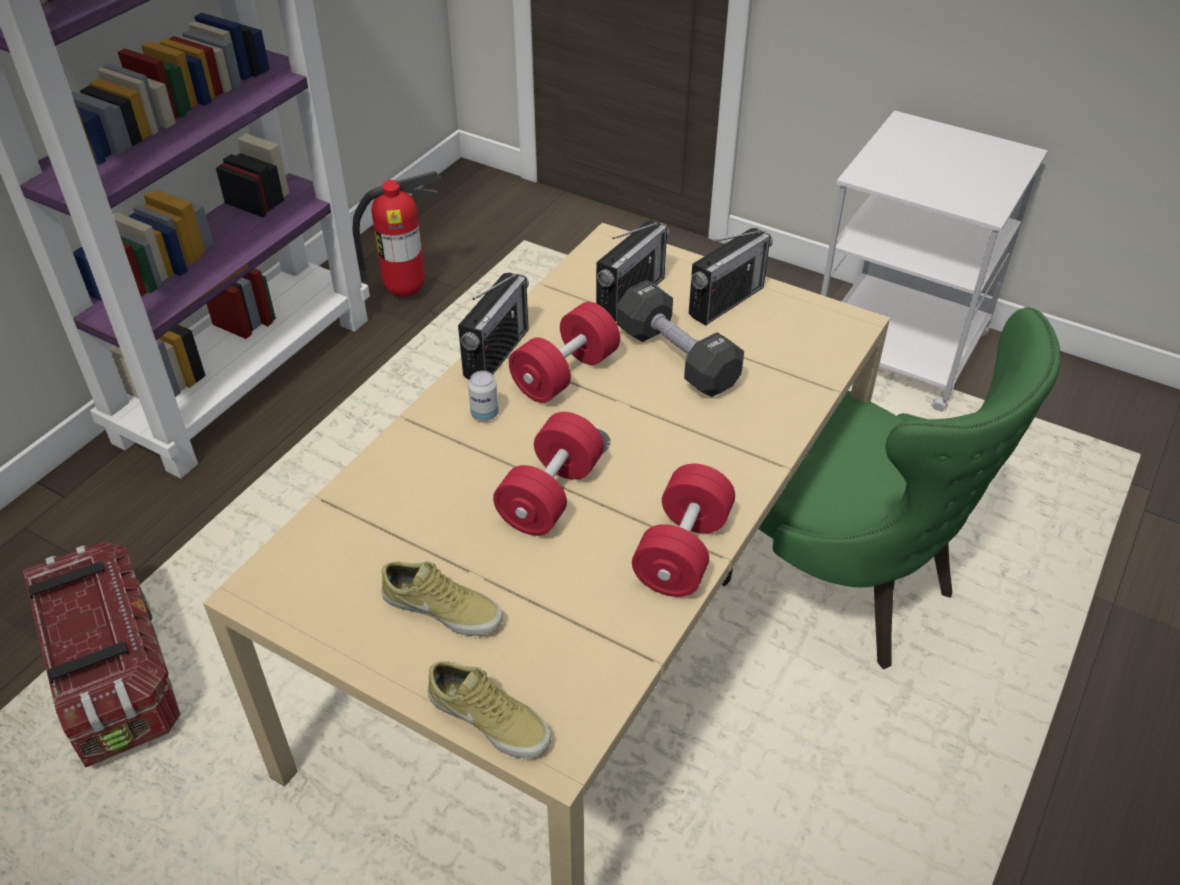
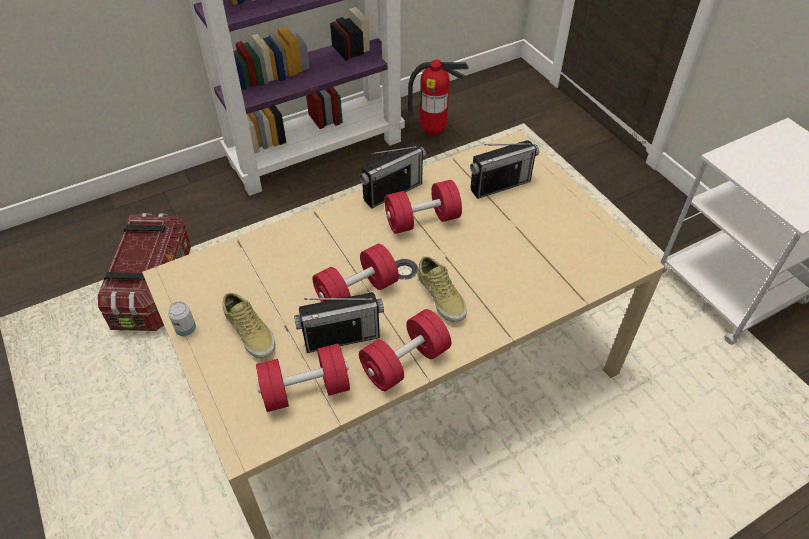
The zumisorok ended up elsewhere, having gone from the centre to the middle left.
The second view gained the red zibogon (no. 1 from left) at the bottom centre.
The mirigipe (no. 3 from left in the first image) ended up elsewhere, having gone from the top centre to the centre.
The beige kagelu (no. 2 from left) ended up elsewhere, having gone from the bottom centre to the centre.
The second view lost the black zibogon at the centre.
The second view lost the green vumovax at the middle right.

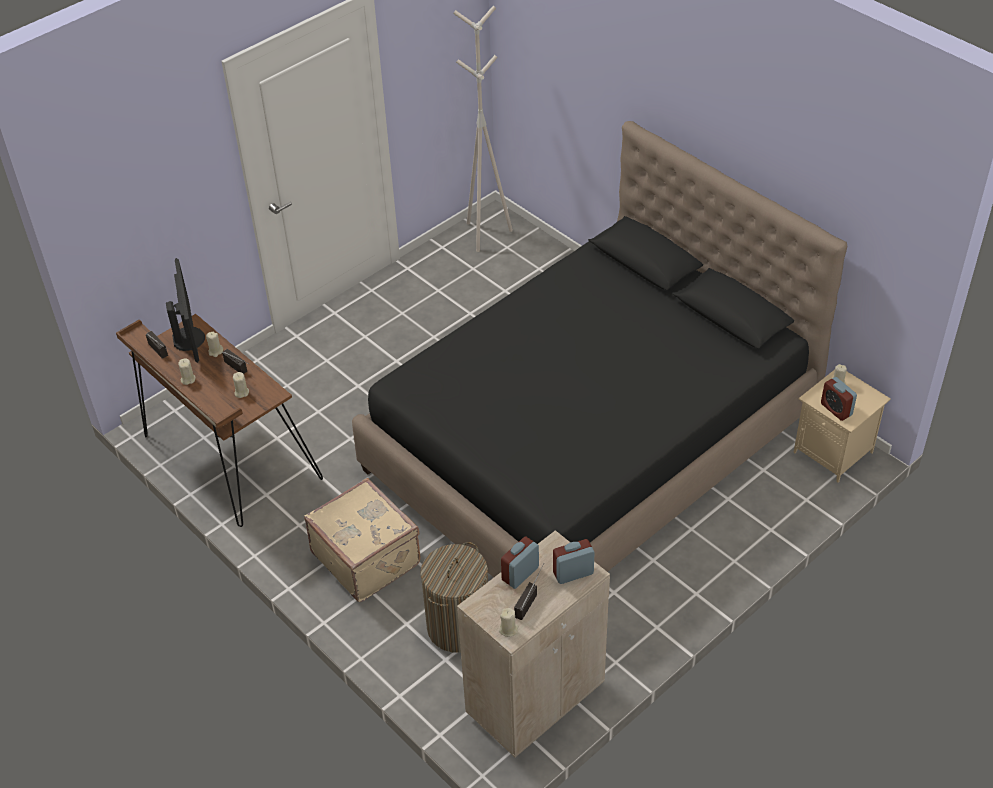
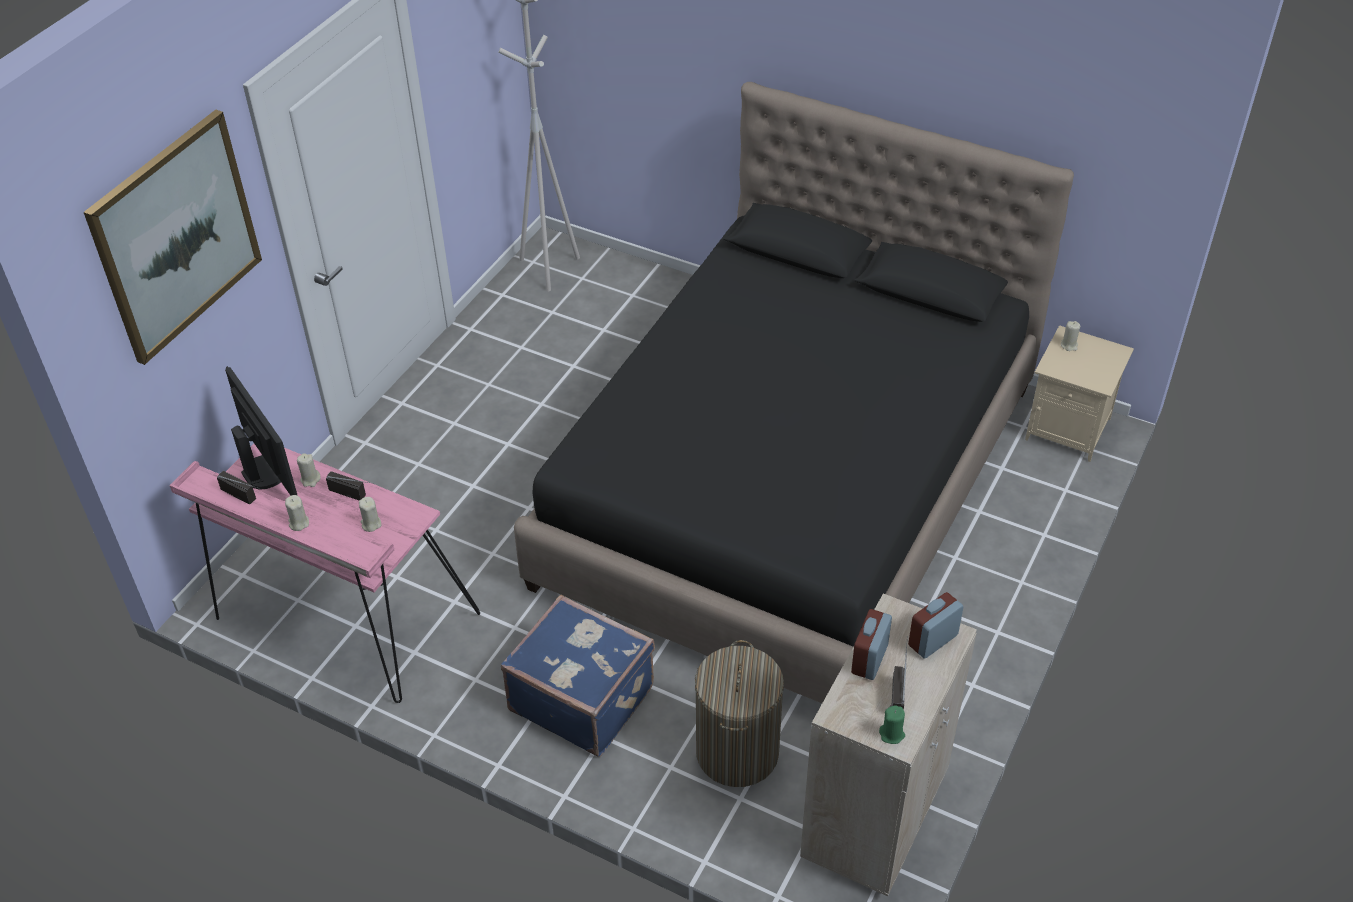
The second view gained the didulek at the top left.
What was the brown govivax at the middle left turned into the pink govivax at the middle left.
What was the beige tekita at the bottom centre turned into the blue tekita at the bottom centre.
What was the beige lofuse (no. 4 from left) at the bottom centre turned into the green lofuse at the bottom centre.
The second view lost the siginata (no. 3 from left) at the middle right.

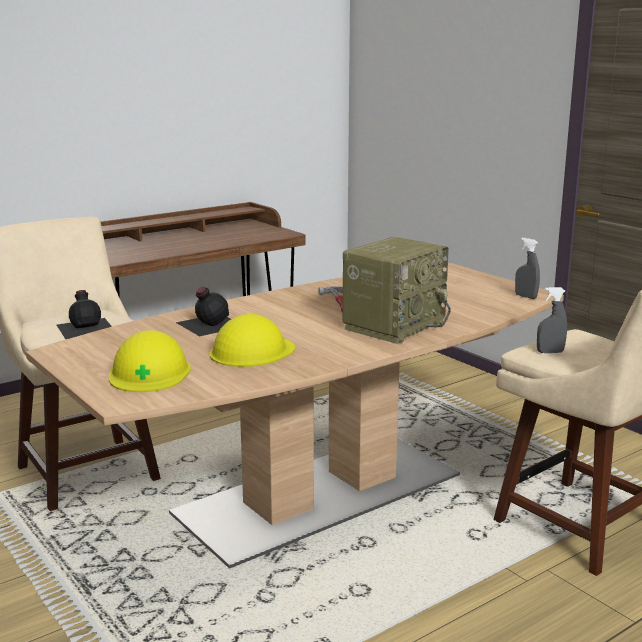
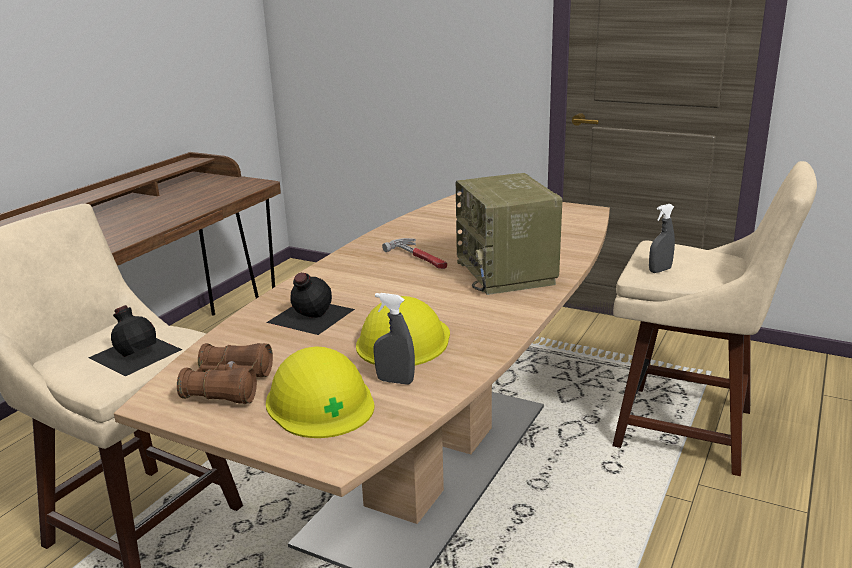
The second view gained the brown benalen at the middle left.
The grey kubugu (no. 1 from left) ended up elsewhere, having gone from the middle right to the centre.
The mirigipe at the centre ended up facing another way, 150 degrees clockwise from before.

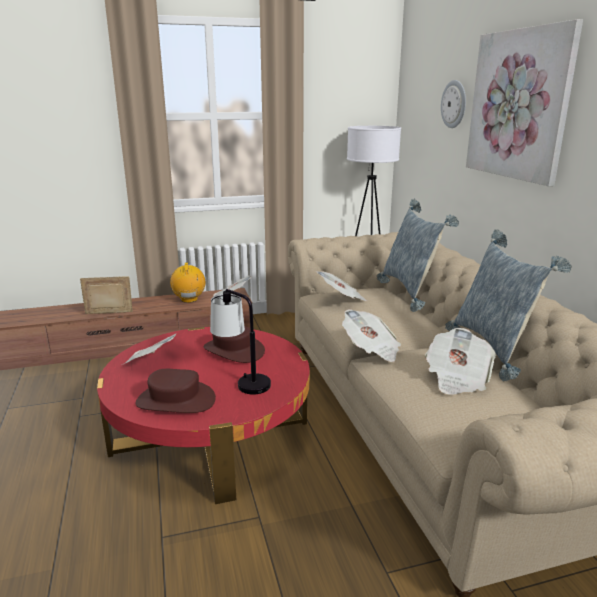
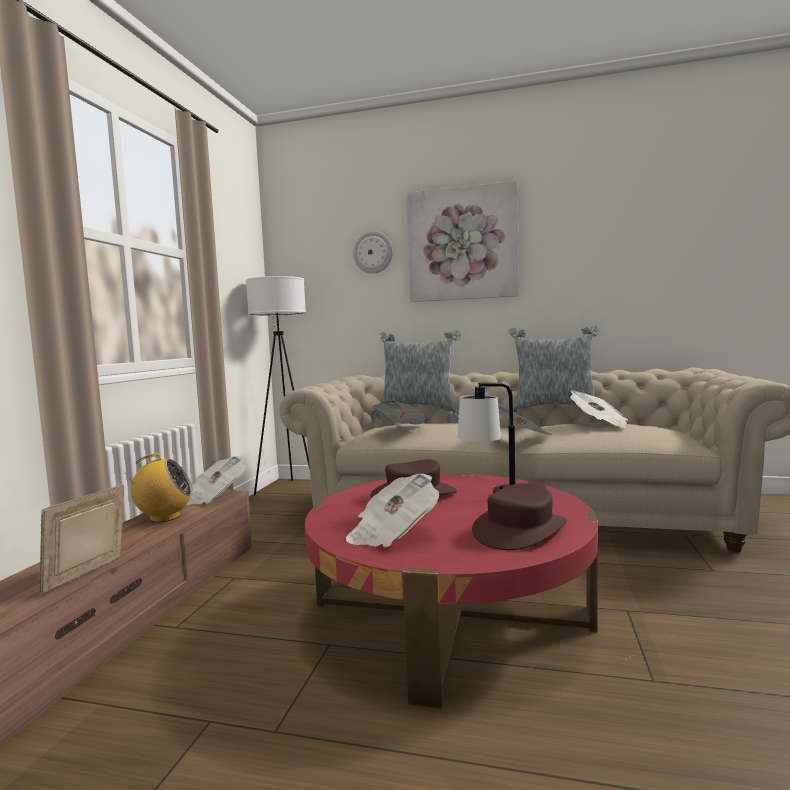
The mirigipe at the middle left ended up facing another way, 150 degrees clockwise from before.

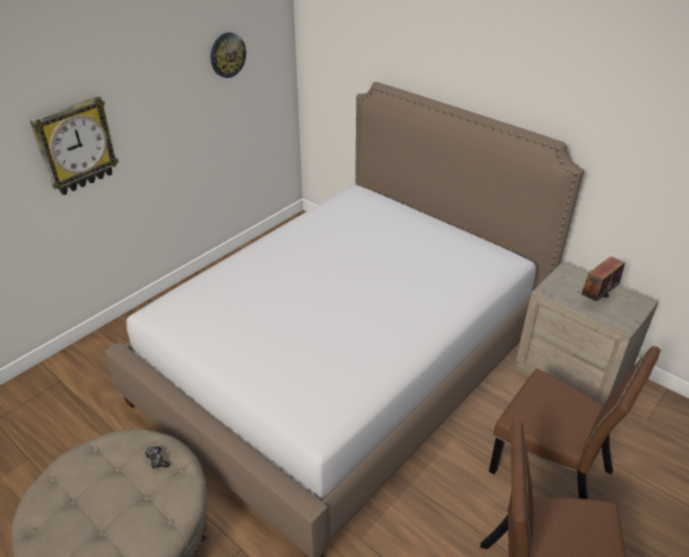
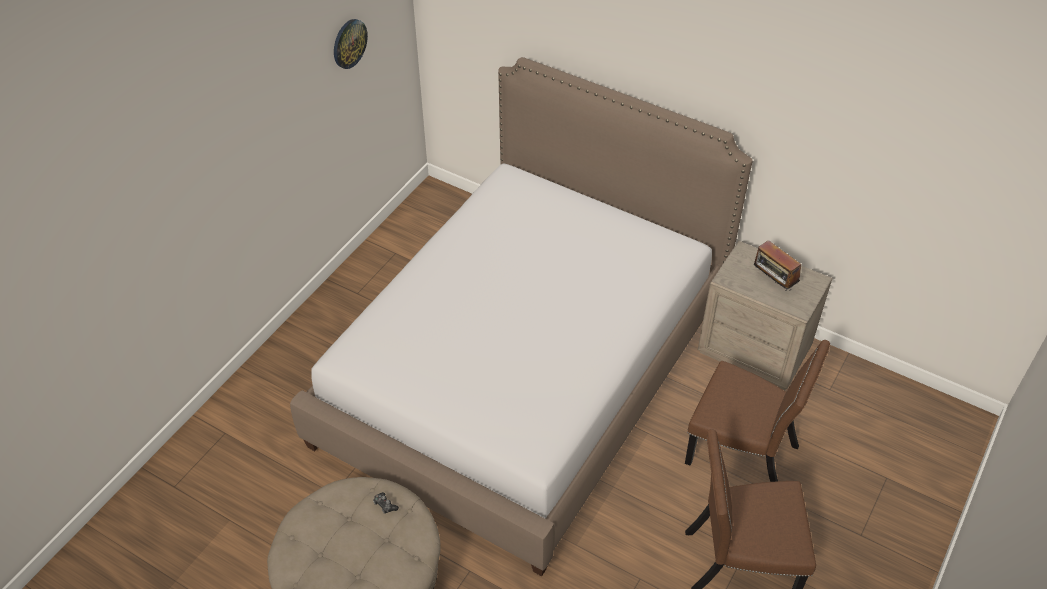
The mirigipe at the middle right ended up facing another way, 75 degrees counterclockwise from before.
The second view lost the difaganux (no. 1 from left) at the top left.

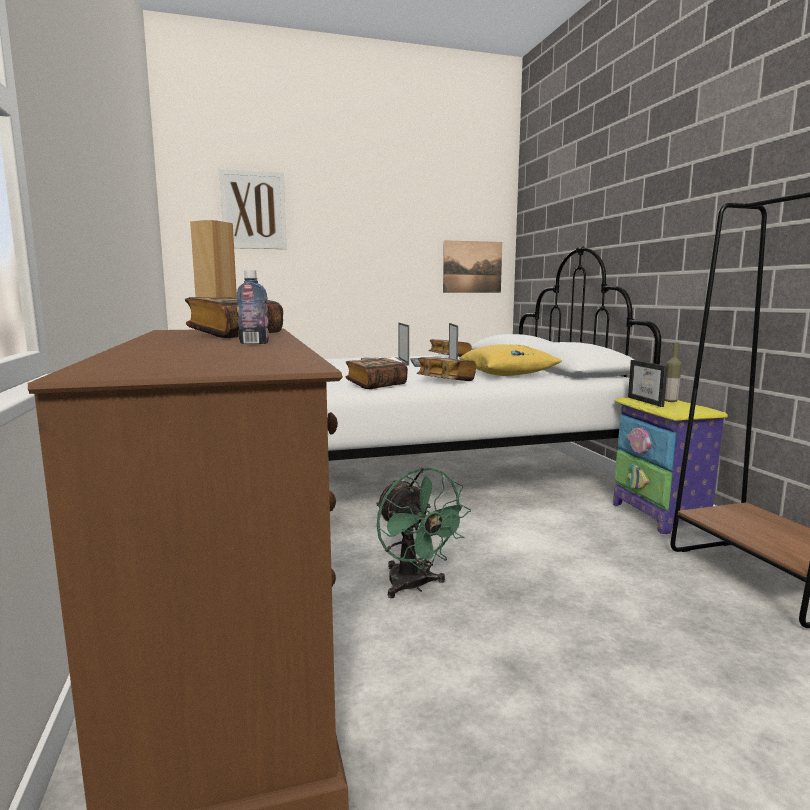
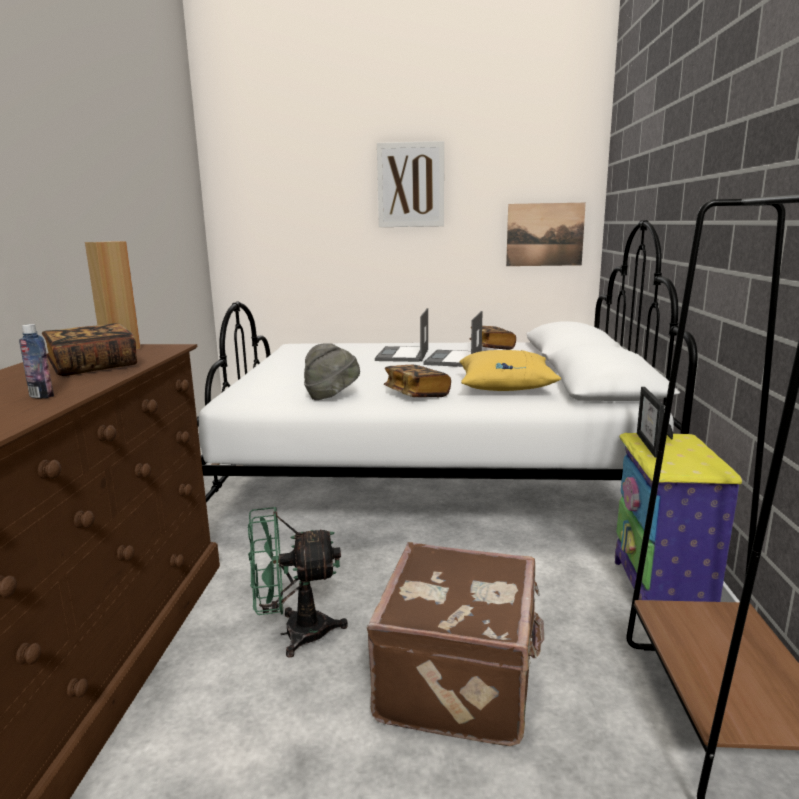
The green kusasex at the centre ended up facing another way, 90 degrees clockwise from before.
Where the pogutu (no. 2 from left) stood at the centre, the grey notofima came to stand at the centre.
The second view gained the brown tekita at the bottom centre.
The didulek (no. 1 from left) ended up elsewhere, having gone from the top left to the top centre.
The second view lost the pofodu (no. 2 from left) at the middle right.

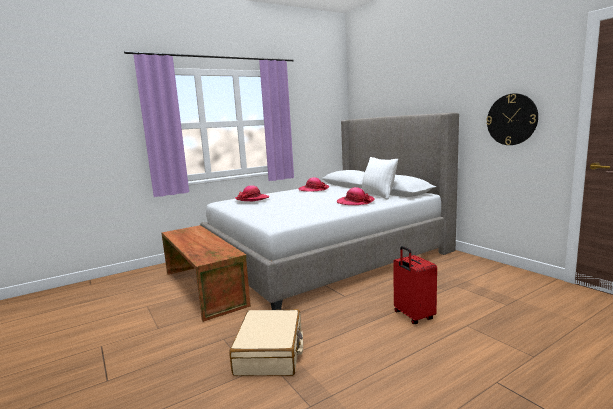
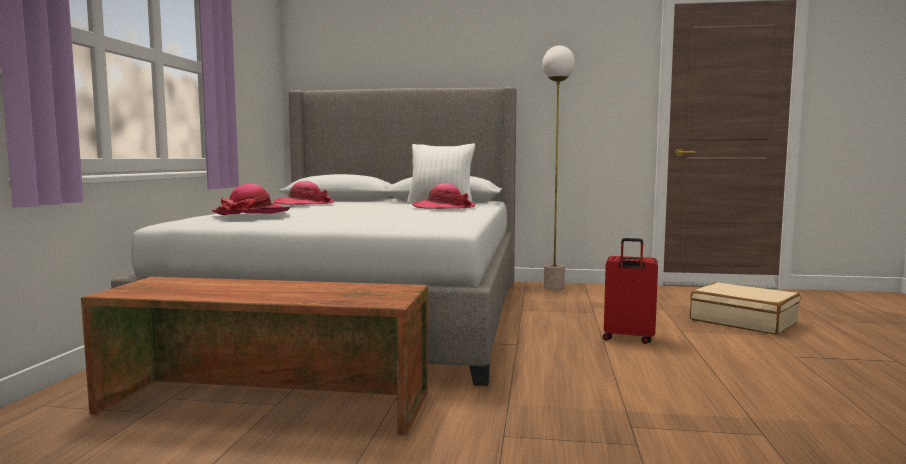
The second view gained the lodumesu at the centre.
The beige tekita ended up elsewhere, having gone from the bottom centre to the middle right.
The second view lost the difaganux at the top right.

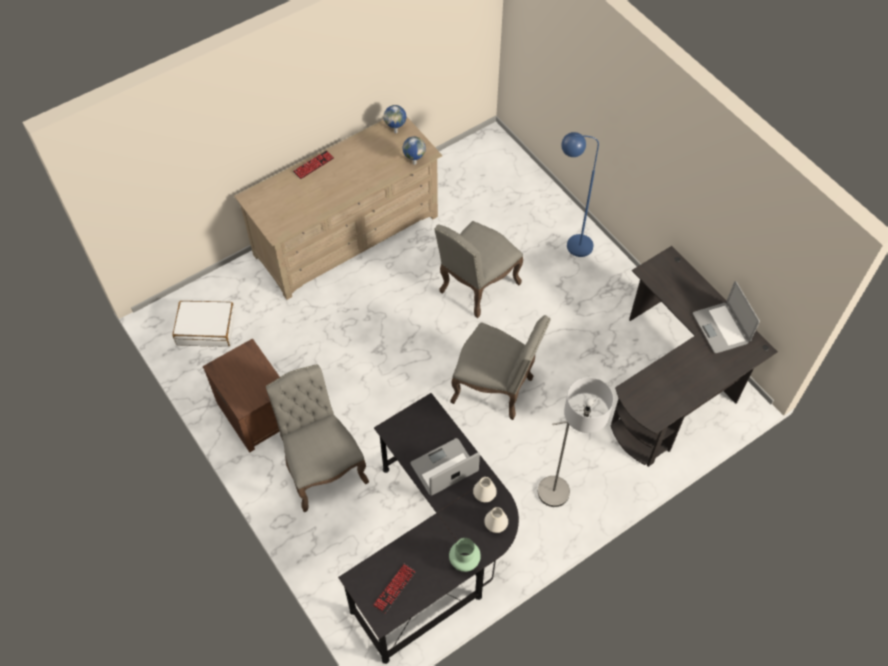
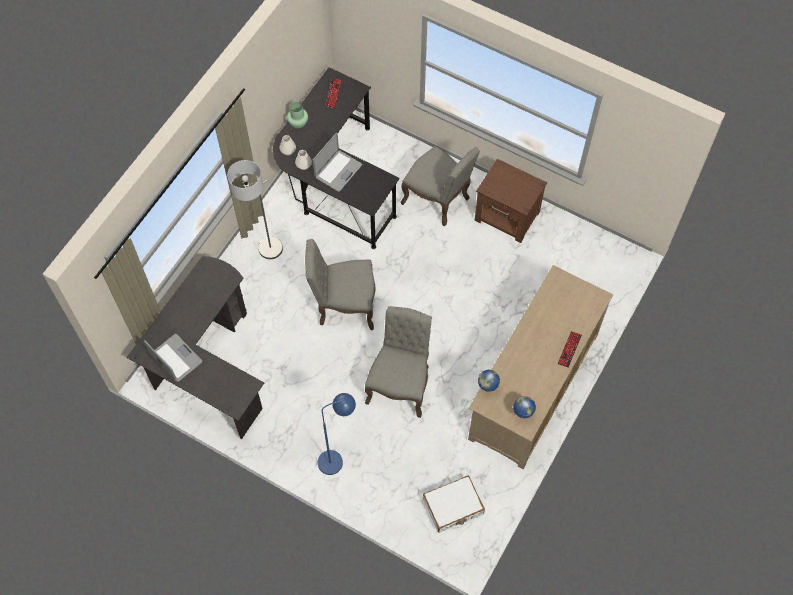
The white tekita ended up elsewhere, having gone from the middle left to the bottom centre.

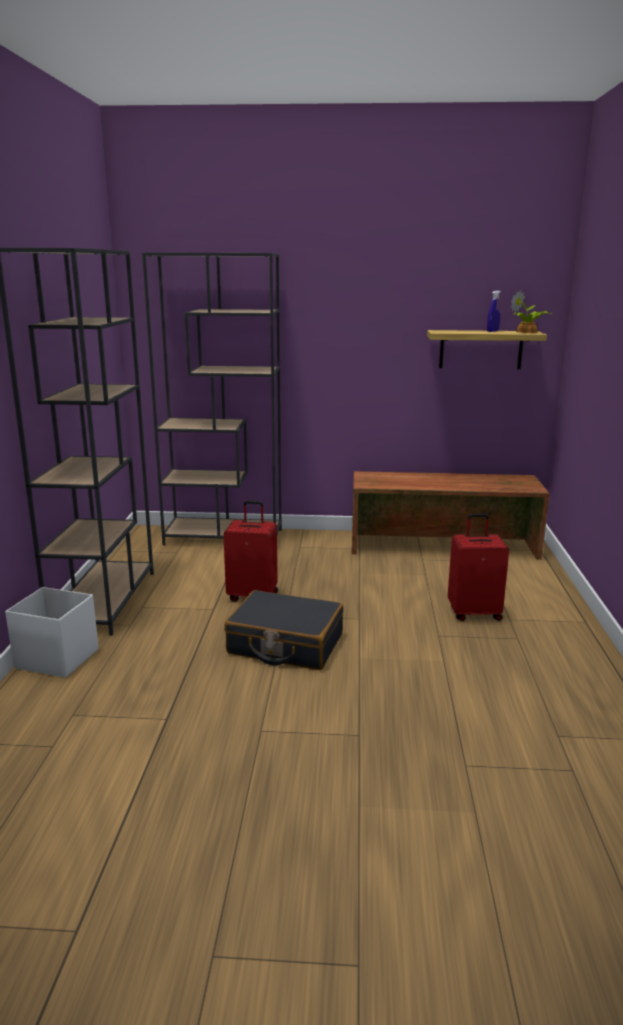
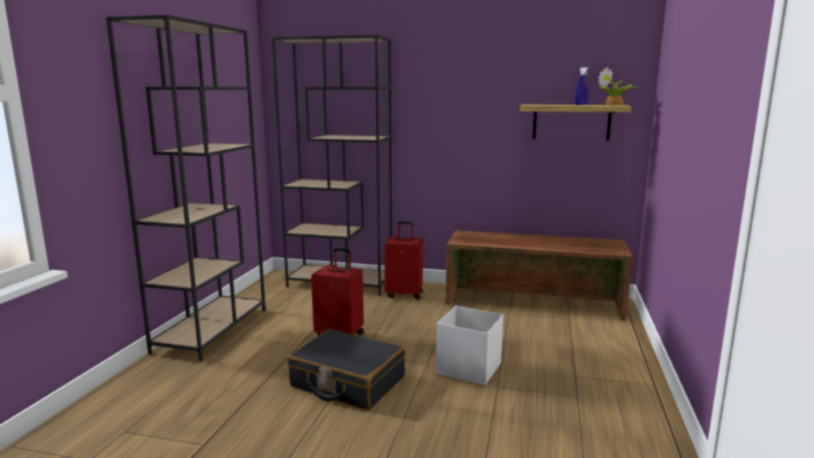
The red tekita (no. 2 from left) ended up elsewhere, having gone from the middle right to the centre.
The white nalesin ended up elsewhere, having gone from the middle left to the bottom centre.

